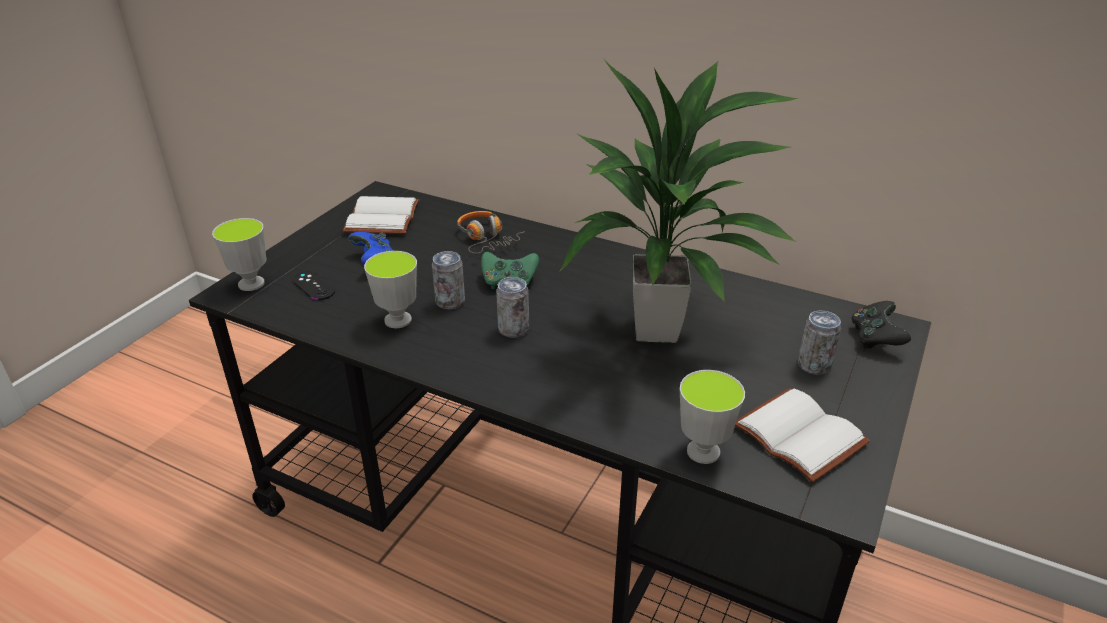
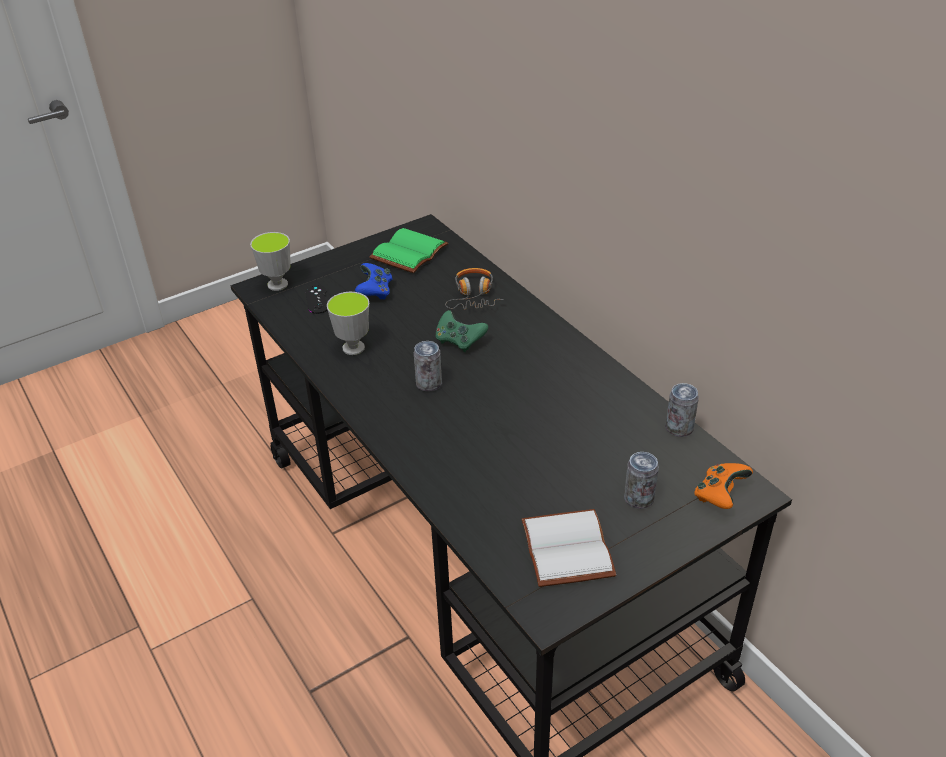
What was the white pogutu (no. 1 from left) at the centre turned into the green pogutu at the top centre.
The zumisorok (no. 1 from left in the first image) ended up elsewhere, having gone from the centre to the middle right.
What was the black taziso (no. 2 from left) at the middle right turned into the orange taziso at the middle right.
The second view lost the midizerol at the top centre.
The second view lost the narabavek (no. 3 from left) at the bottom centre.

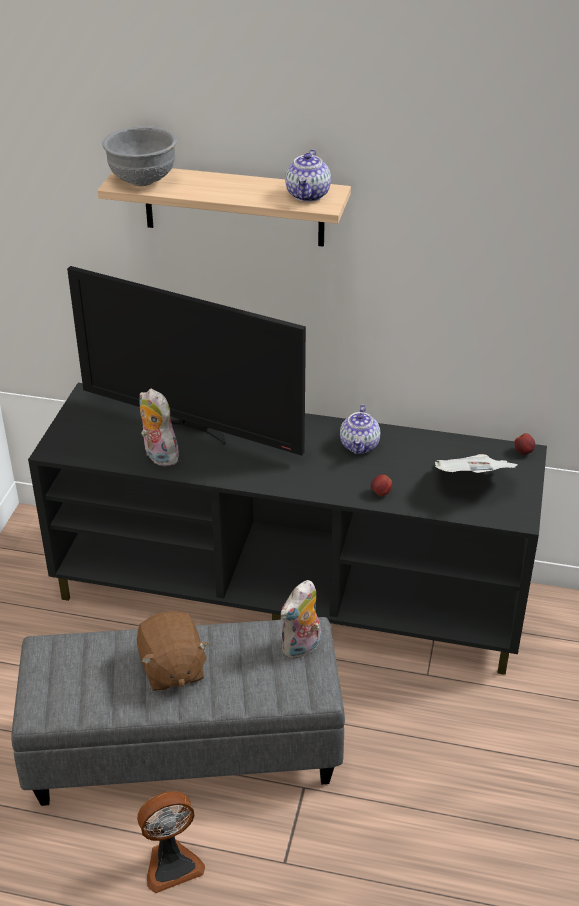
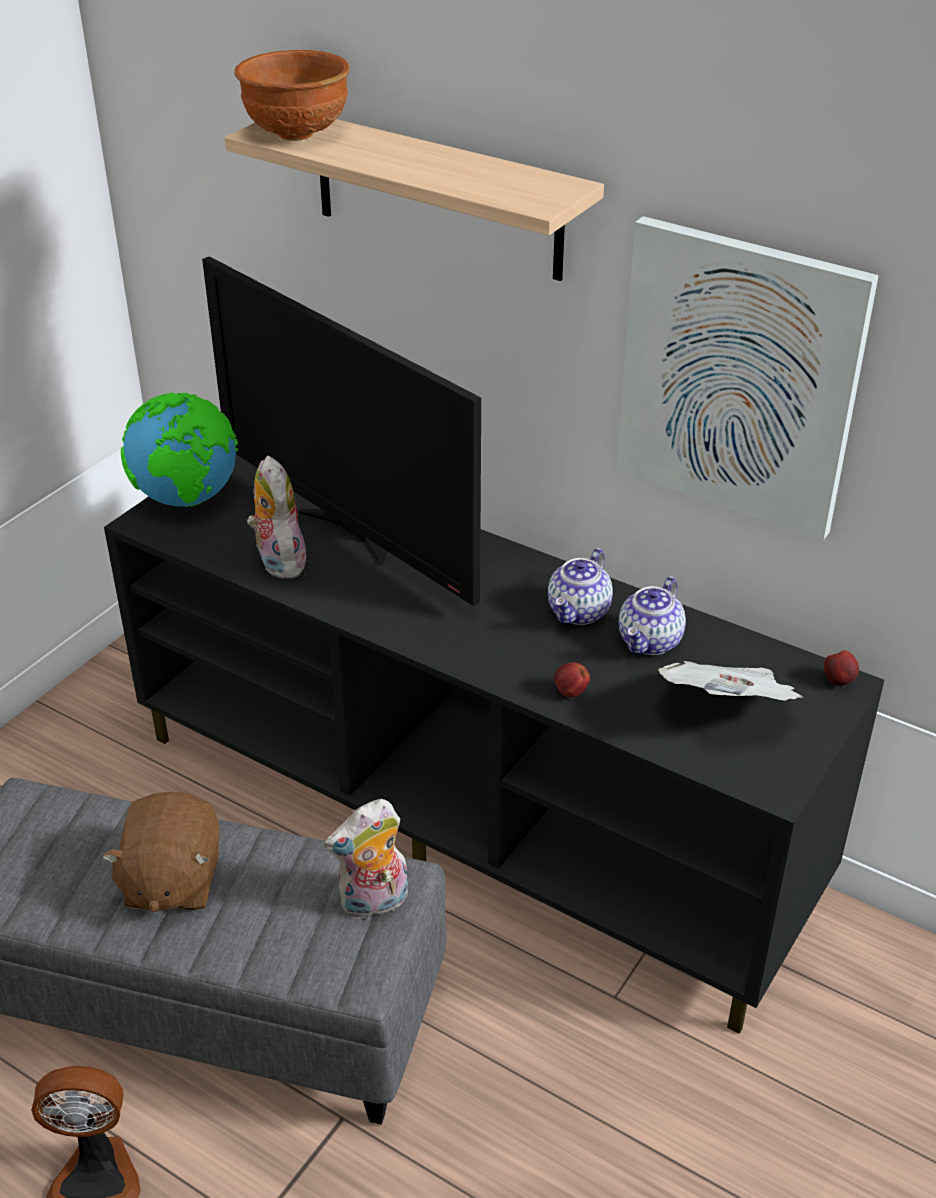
The second view gained the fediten at the middle left.
What was the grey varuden at the top left turned into the brown varuden at the top left.
The second view gained the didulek at the top right.
The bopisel (no. 1 from left in the first image) ended up elsewhere, having gone from the top centre to the middle right.

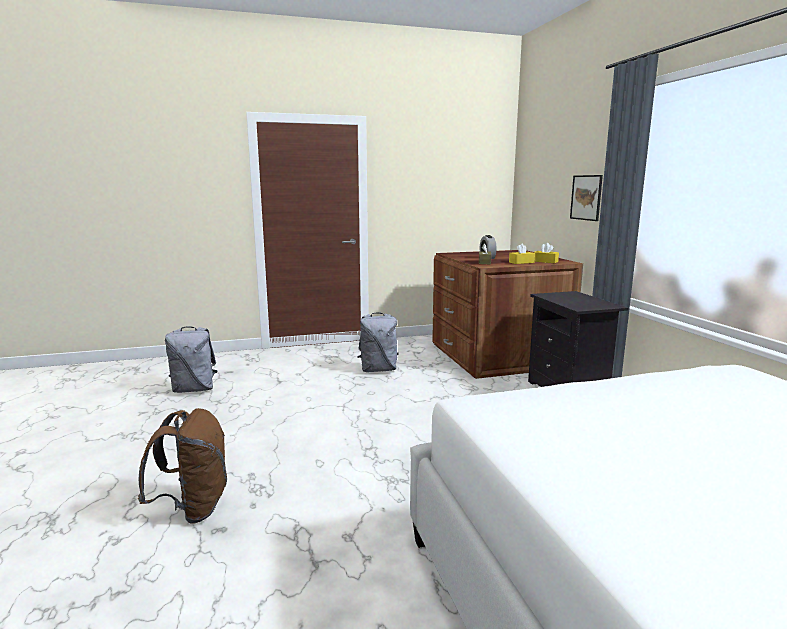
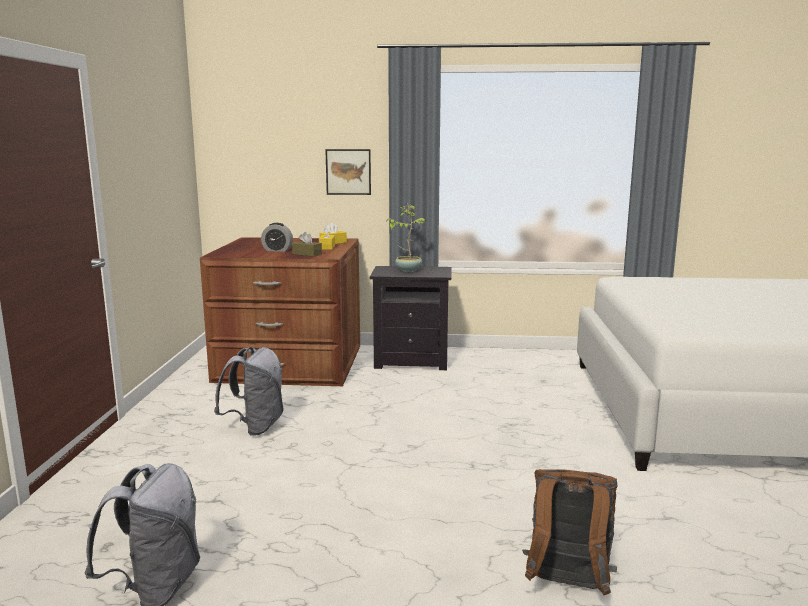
The second view gained the midizerol at the centre.

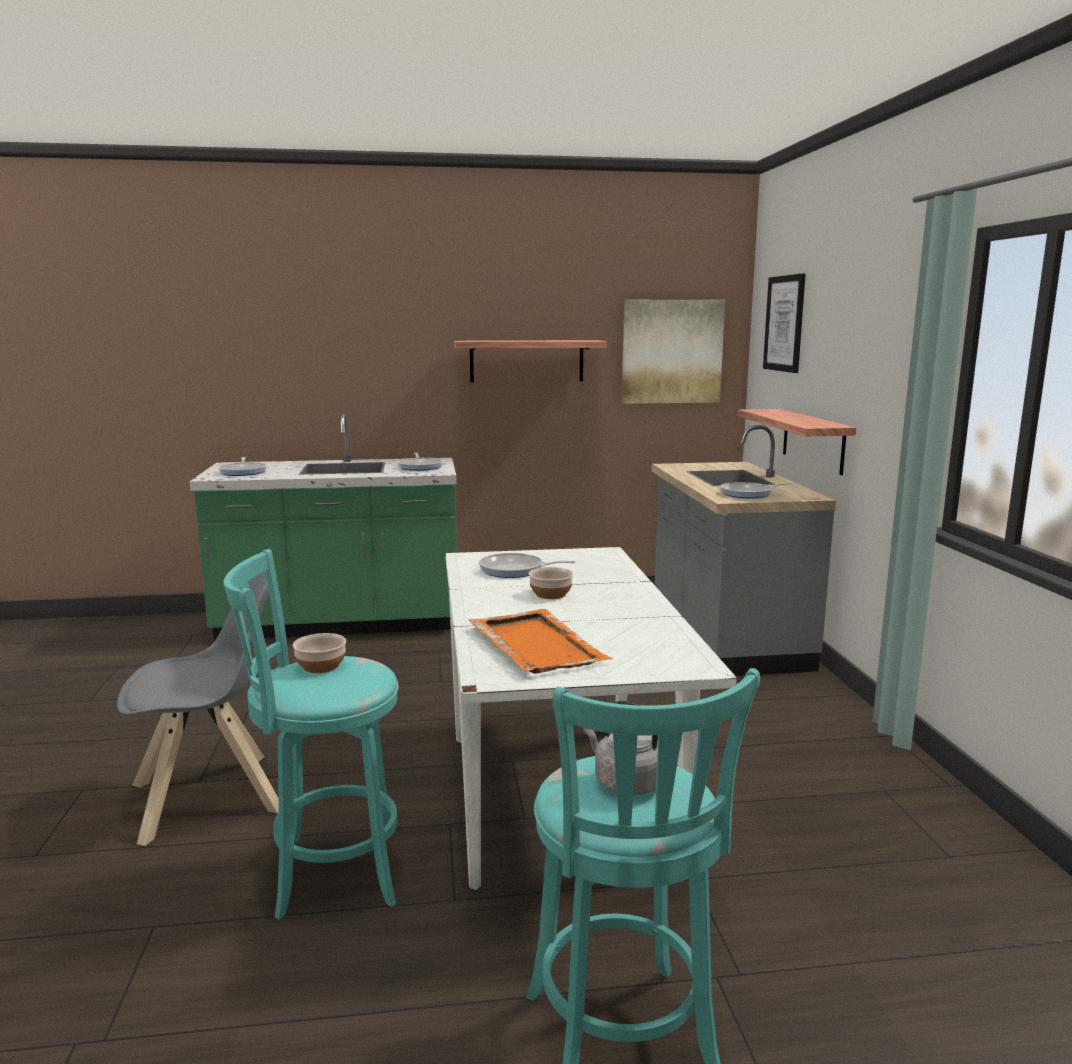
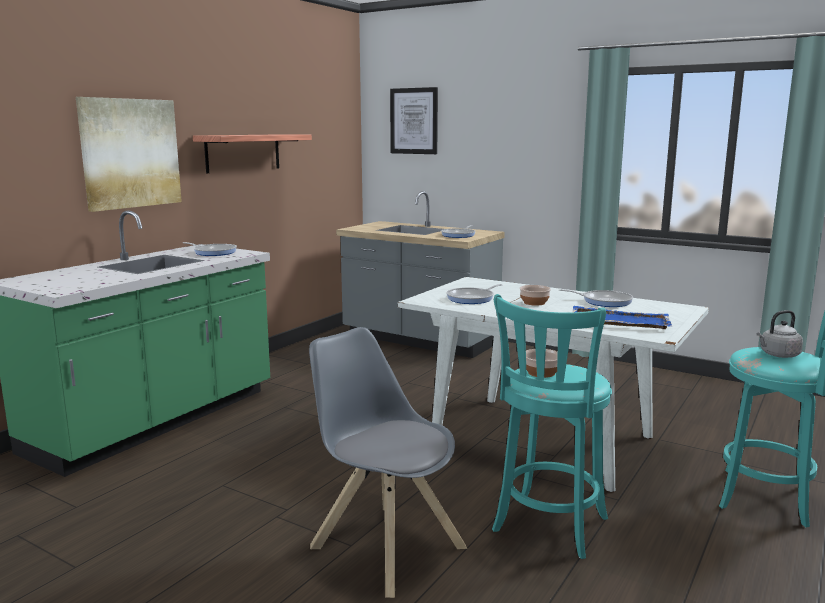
The didulek (no. 1 from left) ended up elsewhere, having gone from the top centre to the top left.
The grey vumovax at the middle left ended up facing another way, 60 degrees counterclockwise from before.
The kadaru (no. 1 from left in the first image) ended up elsewhere, having gone from the middle left to the middle right.
What was the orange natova at the centre turned into the blue natova at the middle right.
The second view lost the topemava (no. 2 from left) at the middle right.

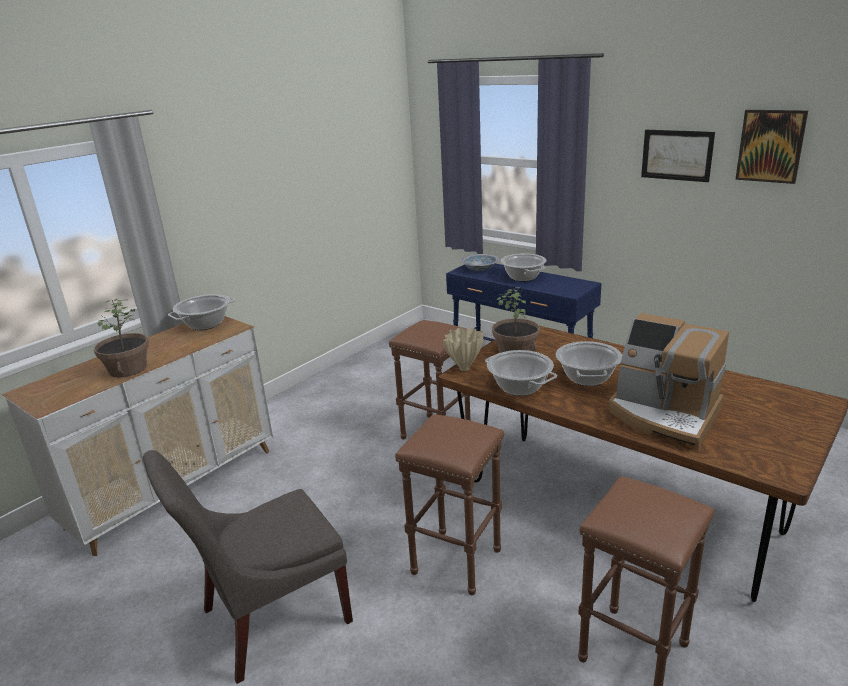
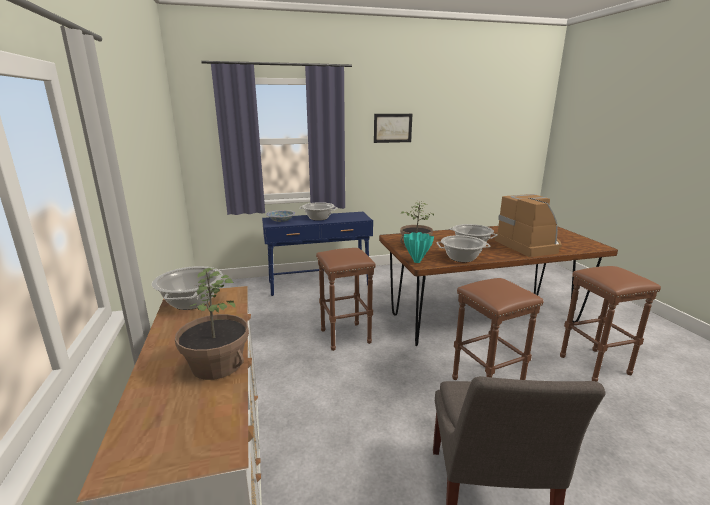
What was the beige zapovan at the centre turned into the turquoise zapovan at the centre.
The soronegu at the middle right ended up facing another way, 90 degrees counterclockwise from before.
The second view lost the didulek (no. 2 from left) at the top right.

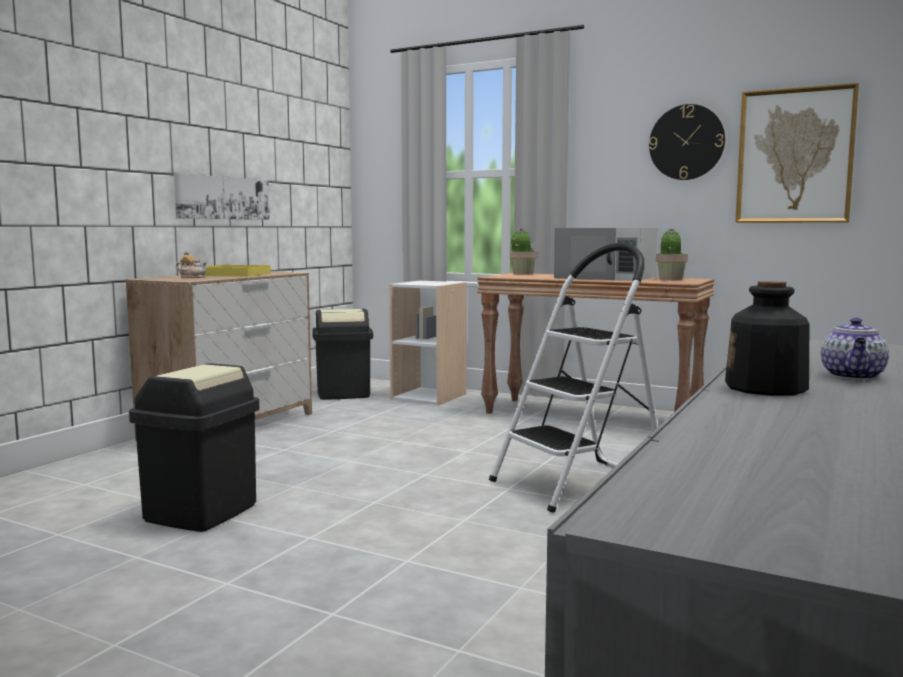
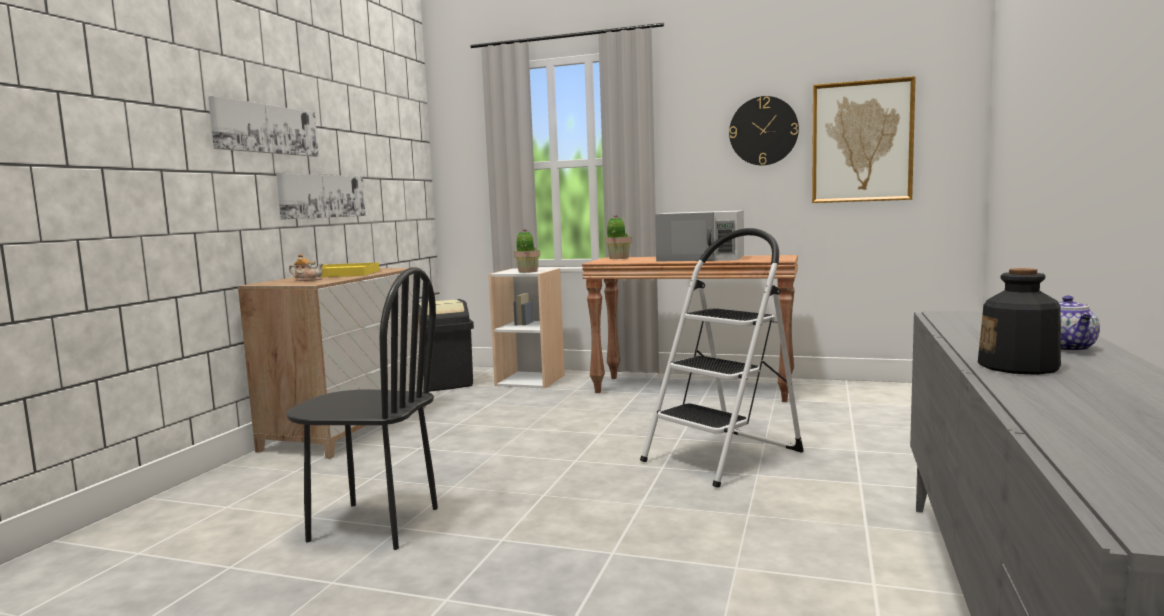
The second view gained the didulek (no. 1 from left) at the top left.
Where the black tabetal (no. 1 from left) stood at the middle left, the black vumovax came to stand at the middle left.
The midizerol (no. 2 from left in the first image) ended up elsewhere, having gone from the middle right to the centre.

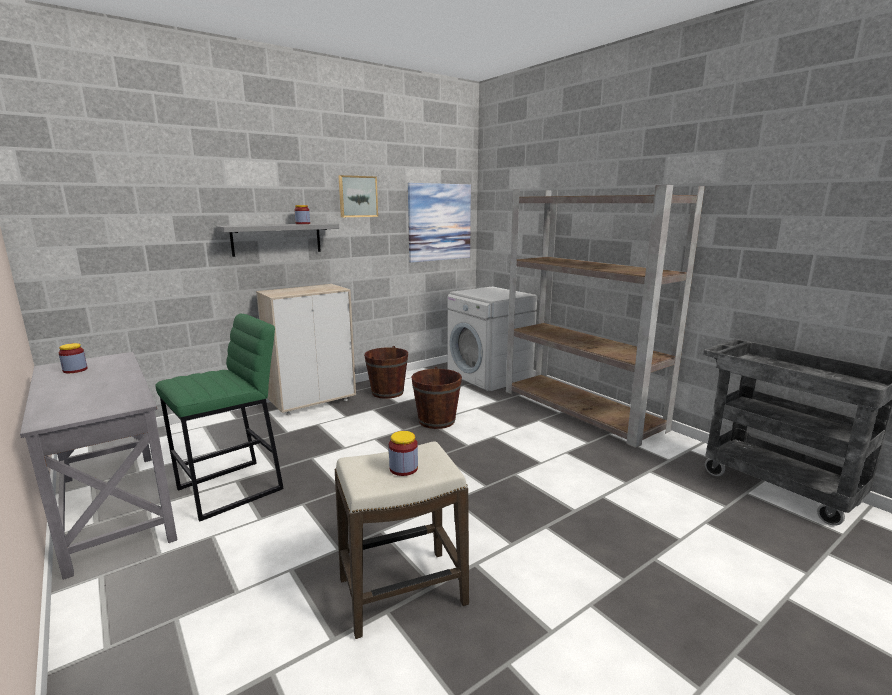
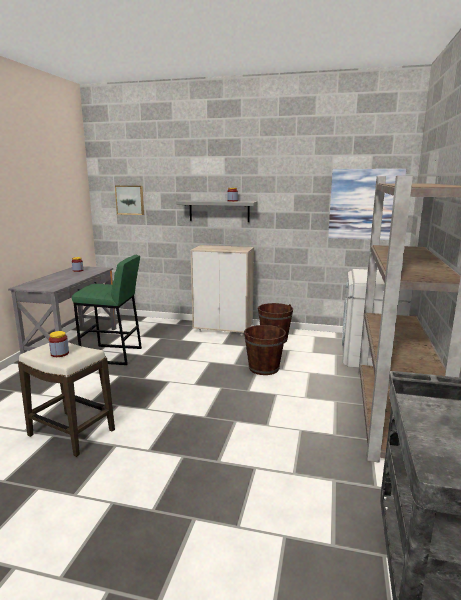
The didulek (no. 1 from left) ended up elsewhere, having gone from the top centre to the middle left.

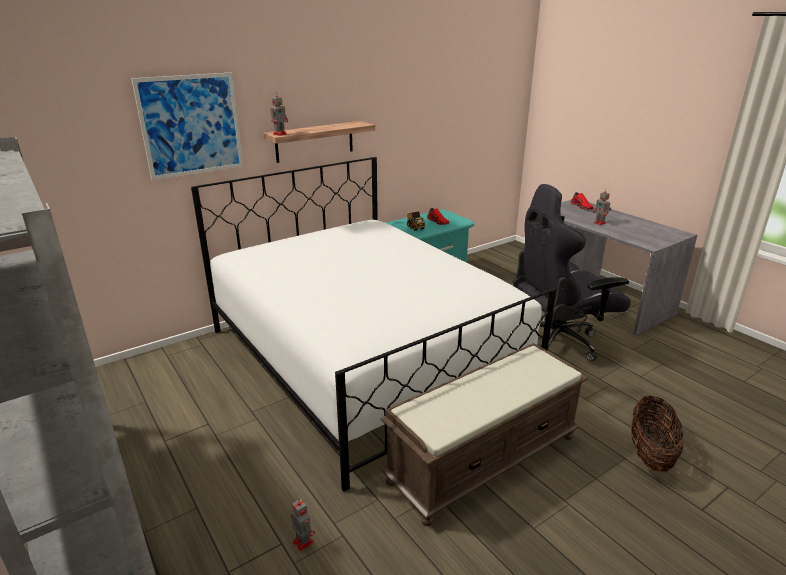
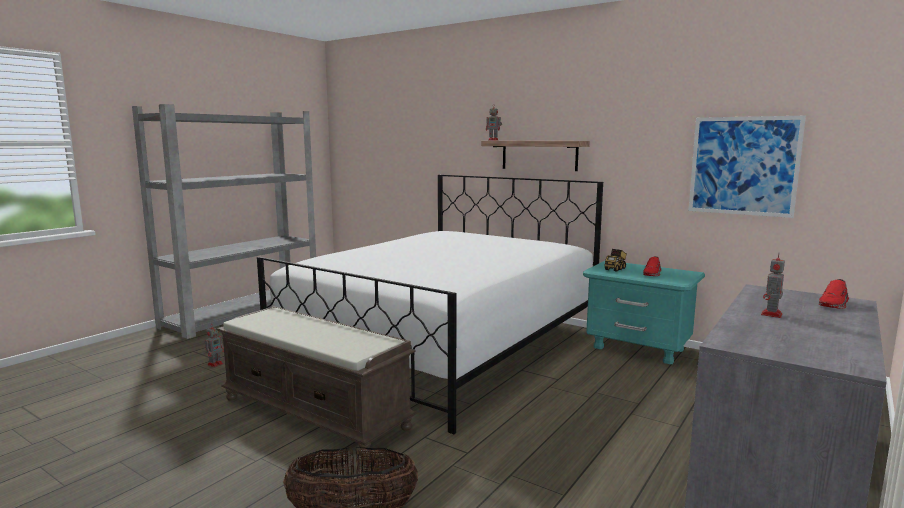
The didulek ended up elsewhere, having gone from the top left to the top right.
The second view lost the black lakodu at the middle right.

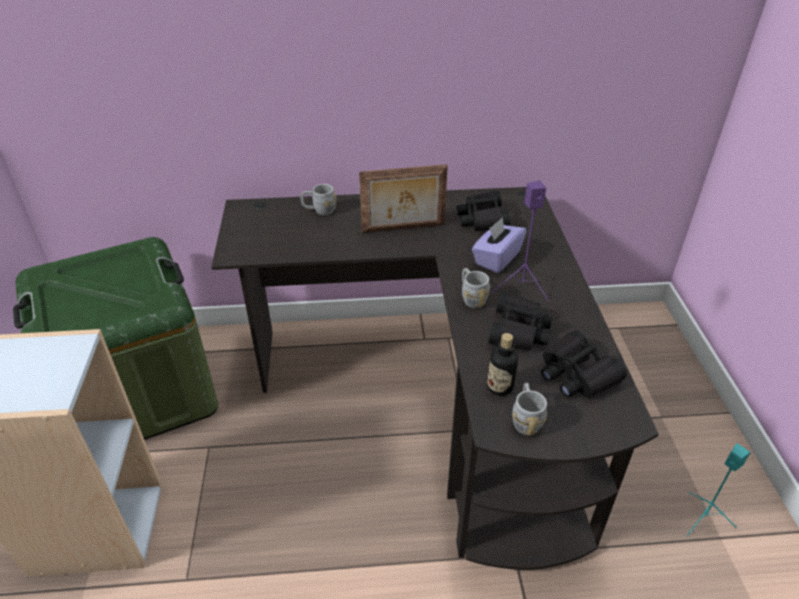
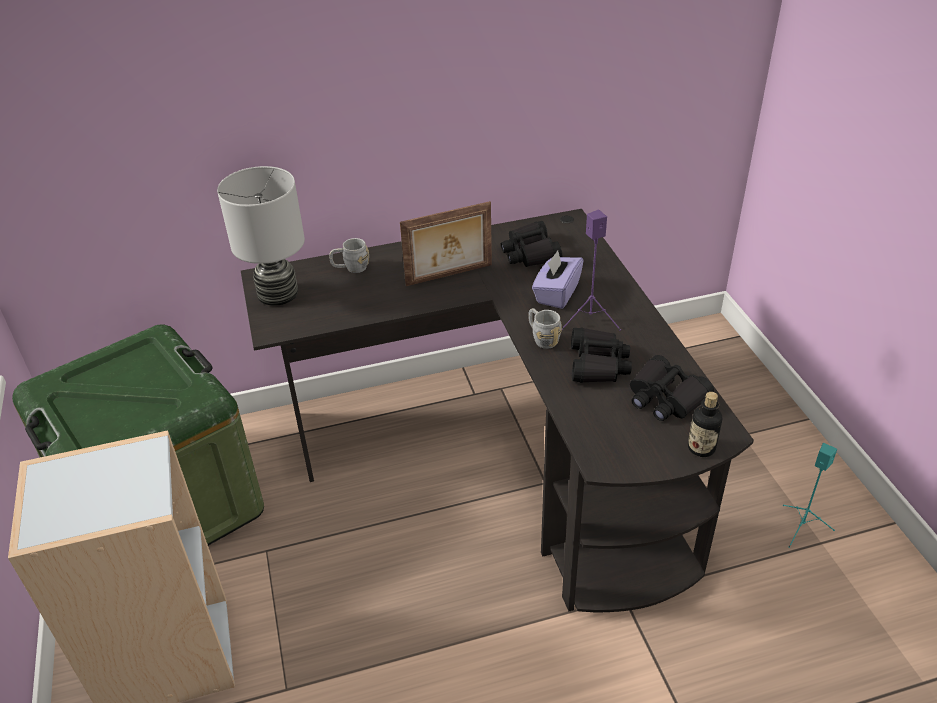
The second view gained the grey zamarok at the middle left.
The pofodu ended up elsewhere, having gone from the centre to the middle right.
The second view lost the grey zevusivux (no. 3 from left) at the bottom centre.

